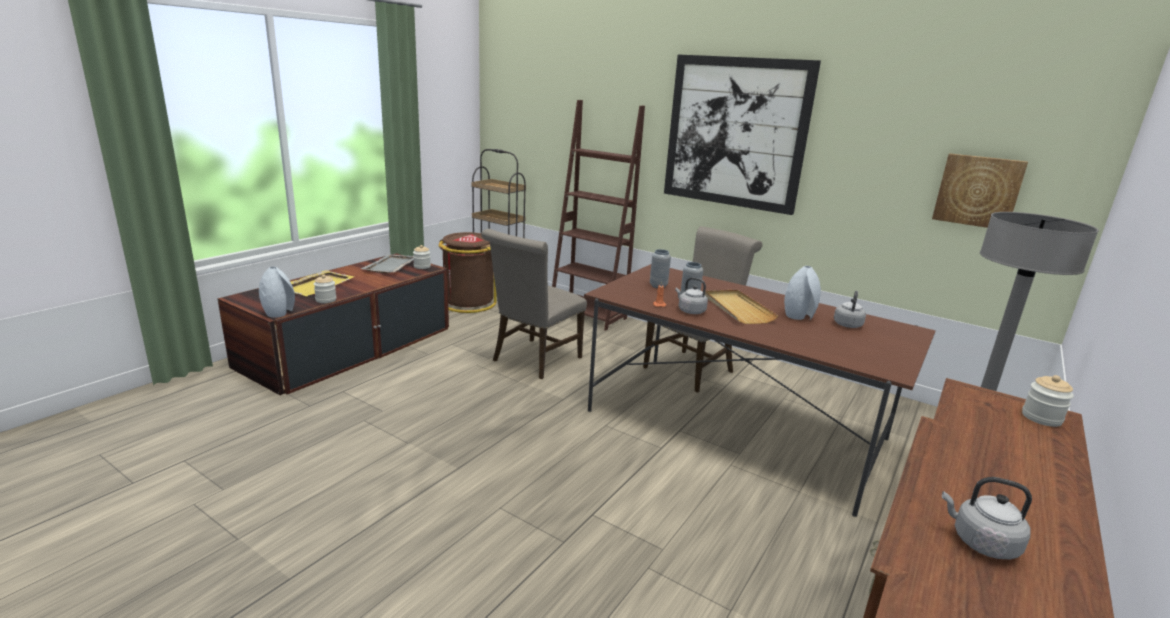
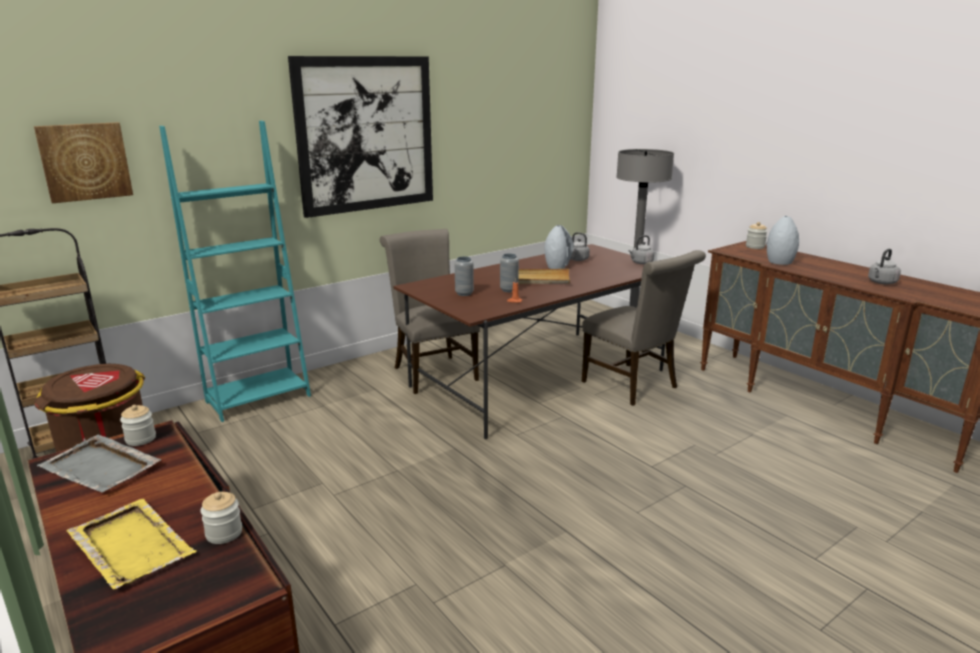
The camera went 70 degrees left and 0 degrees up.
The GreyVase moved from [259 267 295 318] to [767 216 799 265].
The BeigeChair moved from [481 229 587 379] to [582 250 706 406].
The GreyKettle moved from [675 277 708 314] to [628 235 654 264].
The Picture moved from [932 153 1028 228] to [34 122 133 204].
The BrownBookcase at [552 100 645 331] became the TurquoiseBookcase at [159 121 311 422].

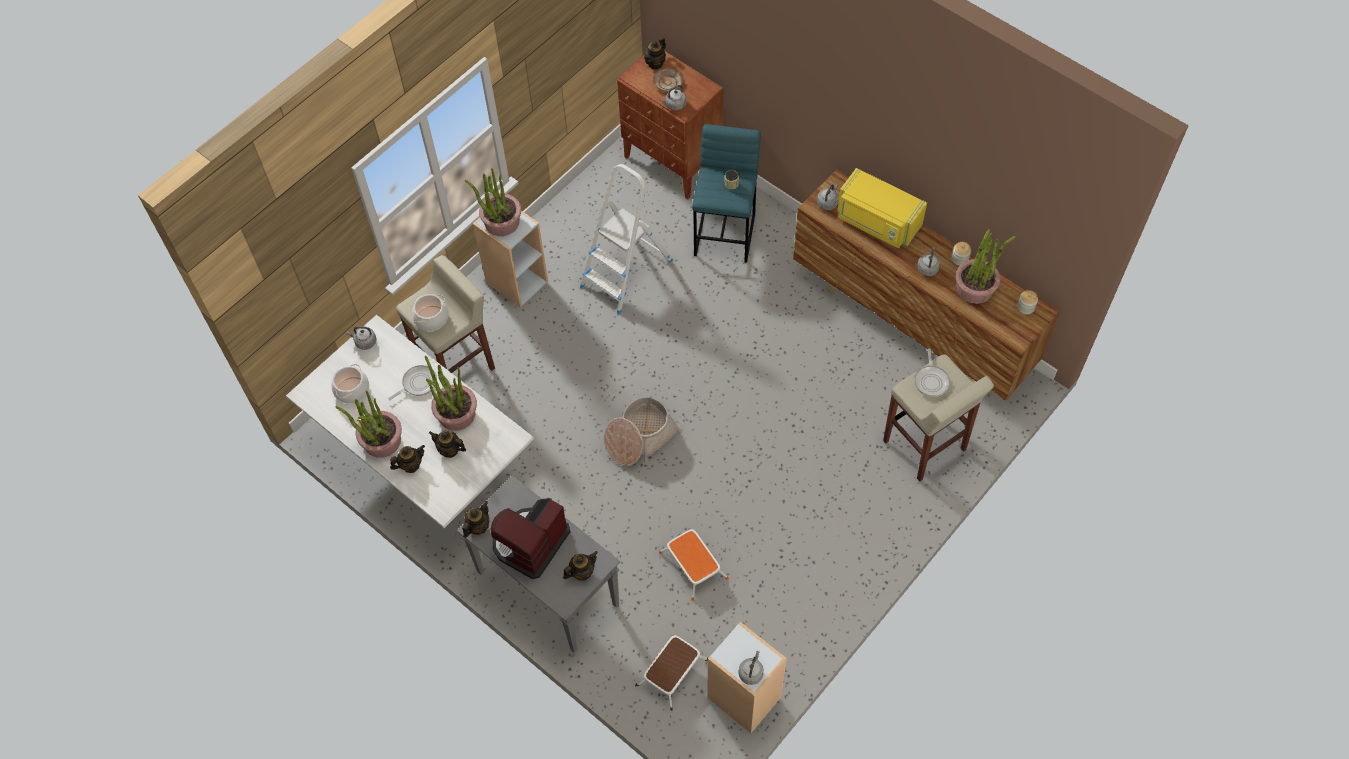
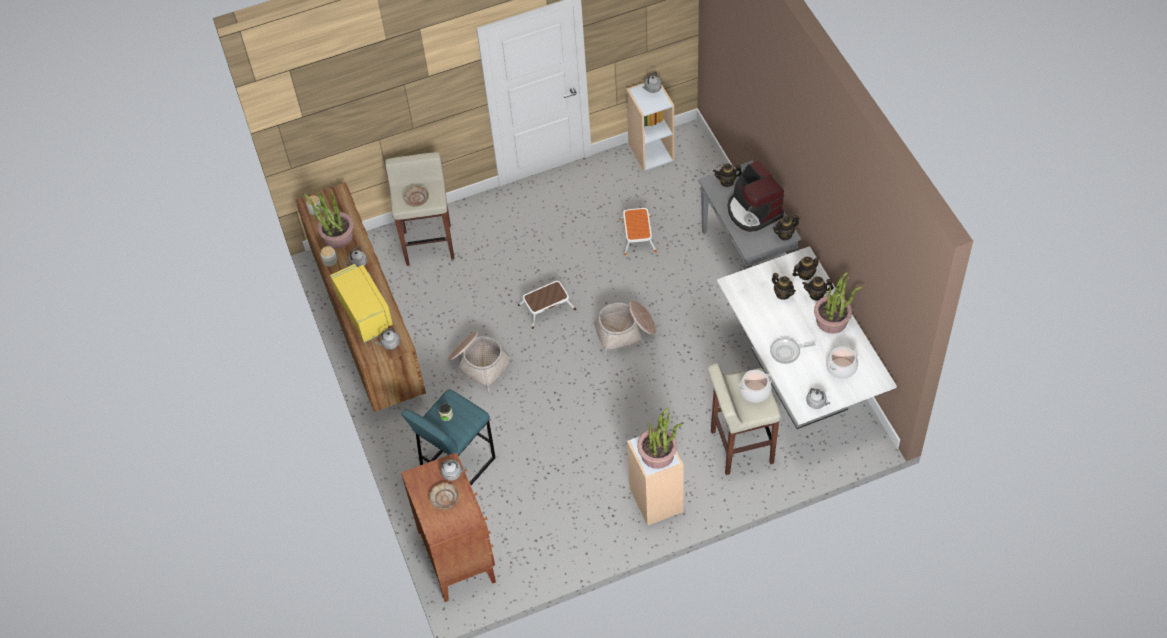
The camera went 150 degrees left and 5 degrees down.
The PottedPlant at [425 355 477 431] disappeared.
The WhiteStepLadder at [580 164 673 314] disappeared.
The Basket at [448 331 514 392] appeared.
The BrownStepLadder moved from [635 635 708 711] to [518 281 576 329].
The Teapot moved from [644 37 666 69] to [792 256 820 280].
The FryingPan at [915 349 950 397] was replaced by the BeigePlate at [403 186 429 207].
The CoffeeMachine at [491 498 570 579] turned 90 degrees clockwise.

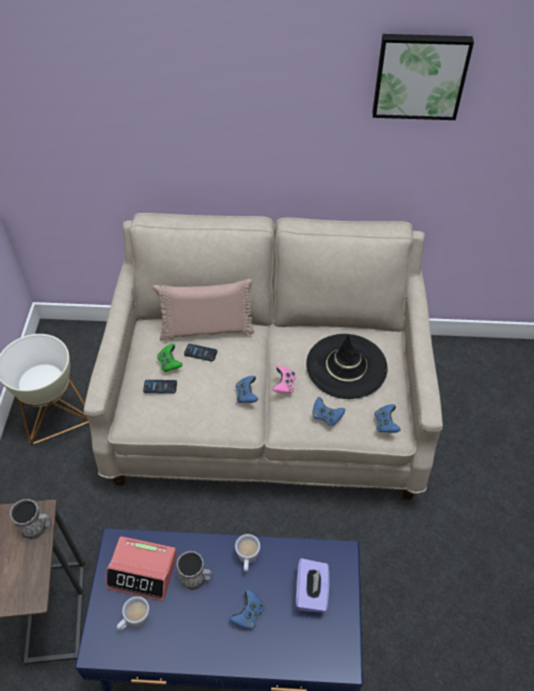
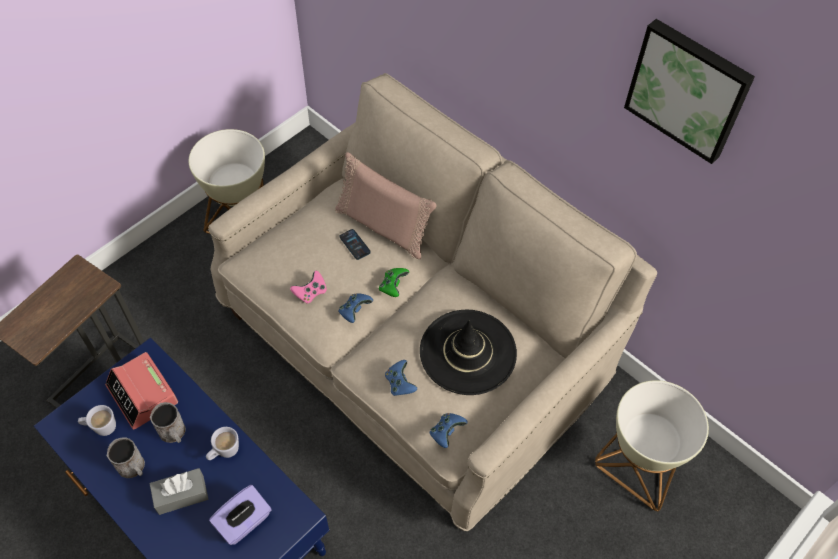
The camera went 40 degrees right and 5 degrees up.
The Phone at [143 380 177 394] disappeared.
The Planter at [595 380 709 512] appeared.
The GreyMug moved from [10 499 52 540] to [107 437 145 478].
The GreenGameController moved from [157 344 183 372] to [379 268 409 297].
The PinkGameController moved from [272 366 296 393] to [290 271 327 303].
The BlueGameController at [229 589 265 629] was replaced by the GreyTissueBox at [150 468 208 515].

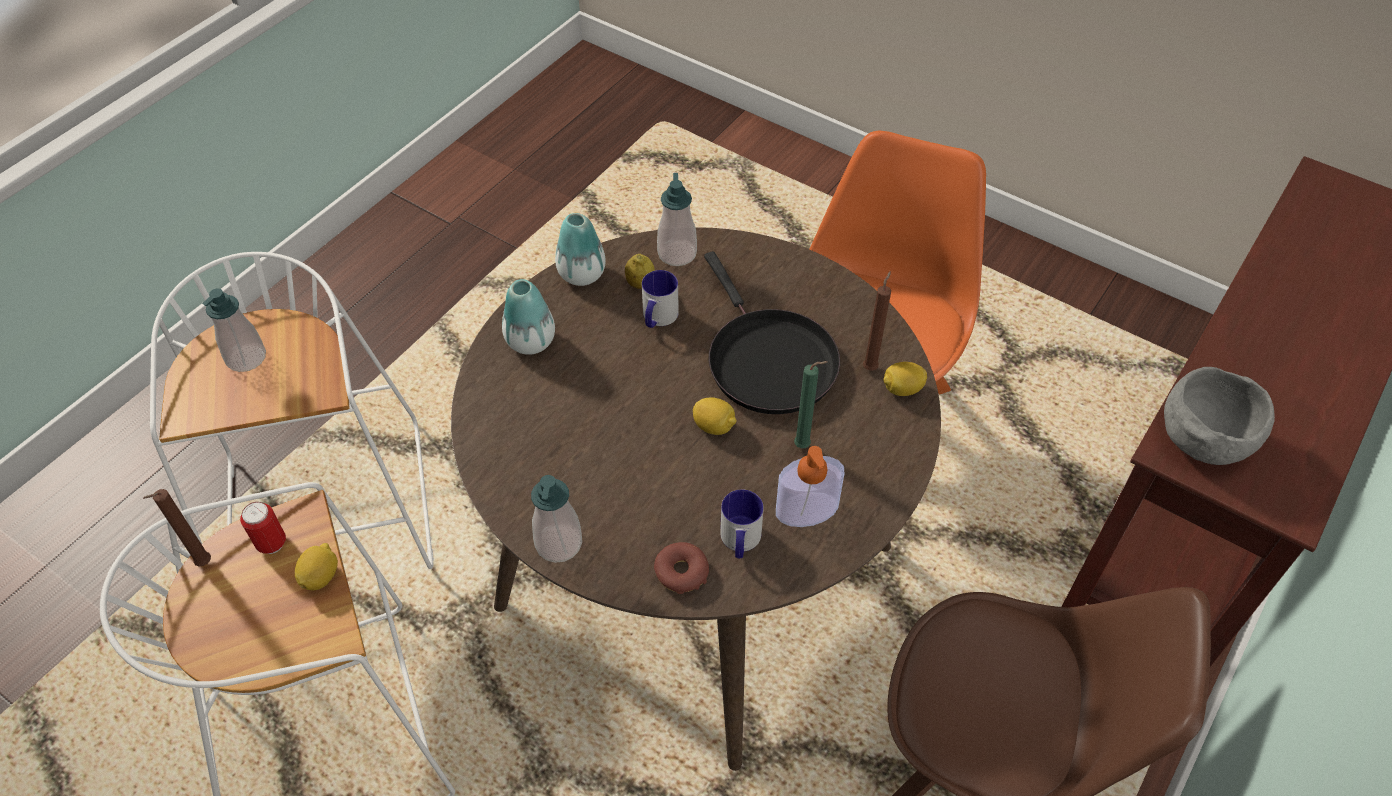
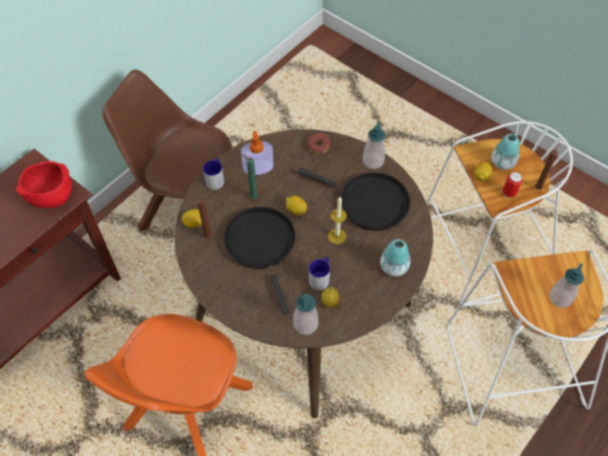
The camera went 175 degrees left and 5 degrees up.
The BlackFryingPan at [298 168 410 231] appeared.
The Candle at [328 197 347 244] appeared.
The Vase moved from [555 213 606 286] to [492 133 519 170].
The Mug moved from [720 489 764 558] to [203 159 225 190].
The GreyBowl at [1164 367 1275 465] became the RedBowl at [16 161 72 208].

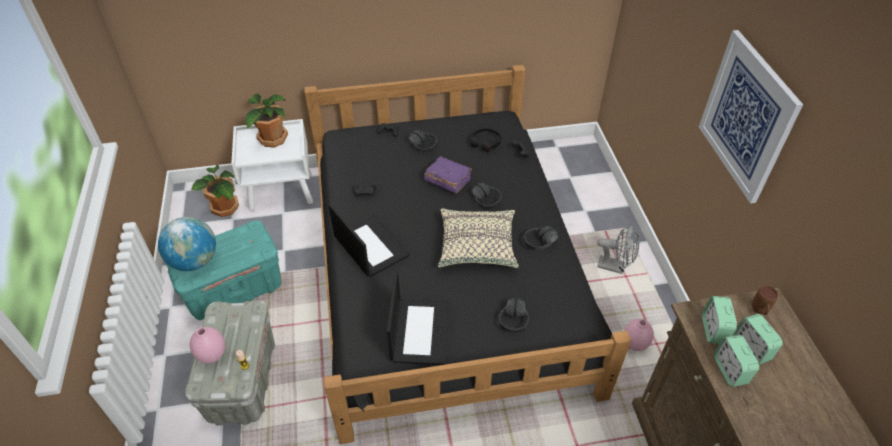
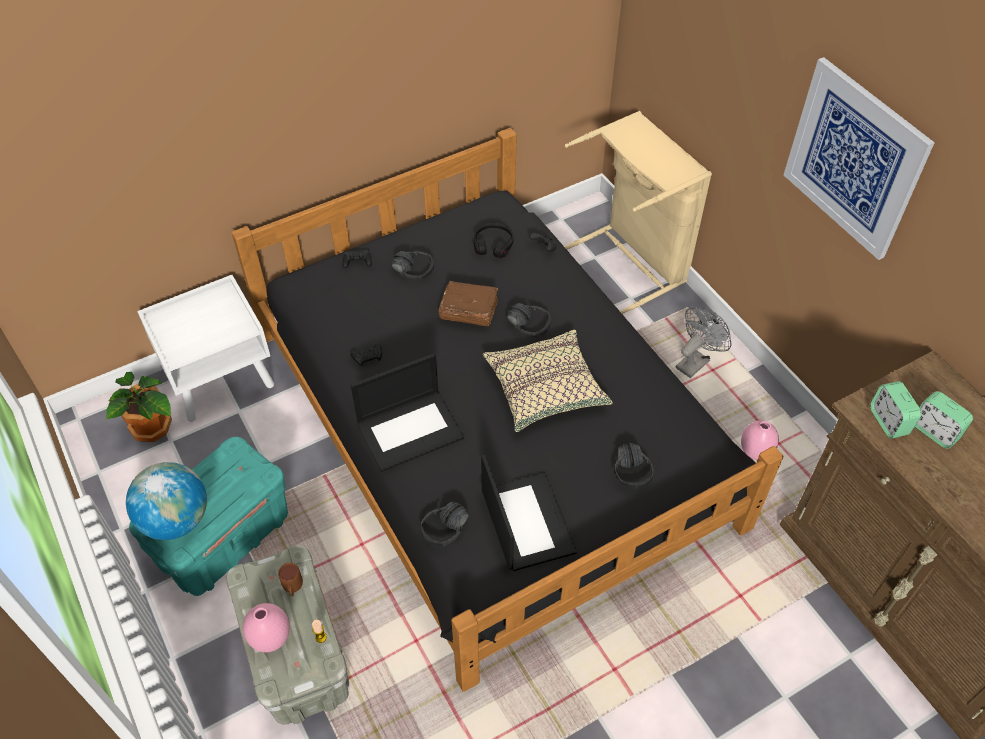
The camera went 20 degrees left and 5 degrees up.
The PottedPlant at [246 94 288 148] disappeared.
The AlarmClock at [714 335 759 387] disappeared.
The BeigeLaundryBasket at [565 111 712 314] appeared.
The BlackHeadphones moved from [523 226 558 250] to [420 502 469 546].
The BrownMug moved from [752 286 778 315] to [278 563 303 596].
The PurpleBook at [424 156 472 194] became the BrownBook at [438 281 498 326].
The Laptop at [329 204 409 277] turned 120 degrees clockwise.
The GreyFan at [597 224 639 274] turned 45 degrees counterclockwise.

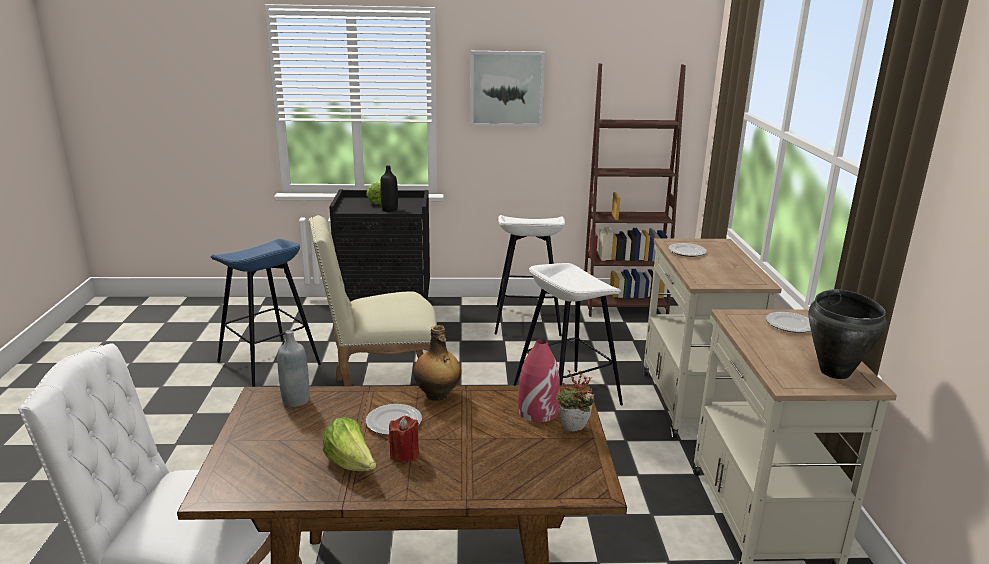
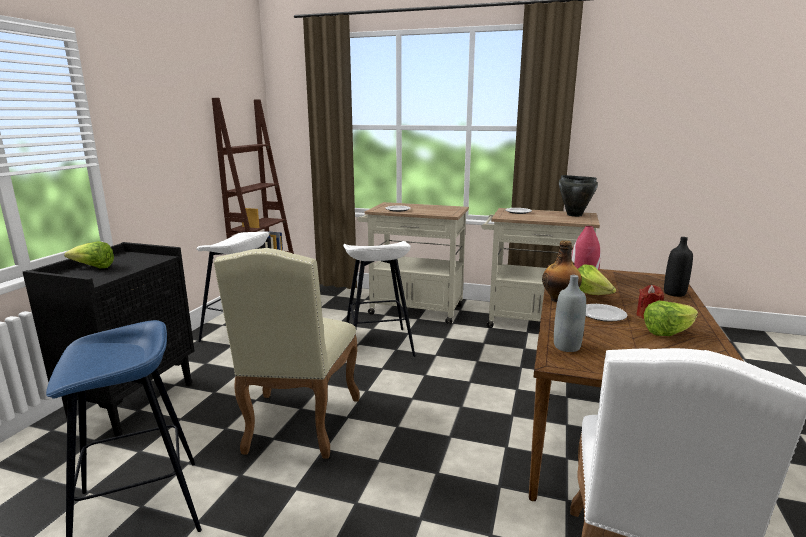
The camera went 70 degrees left and 5 degrees down.
The Picture at [470 51 545 127] disappeared.
The PottedPlant at [556 370 594 432] disappeared.
The Lettuce at [578 264 616 295] appeared.
The BlackBottle moved from [380 165 398 212] to [664 237 693 297].

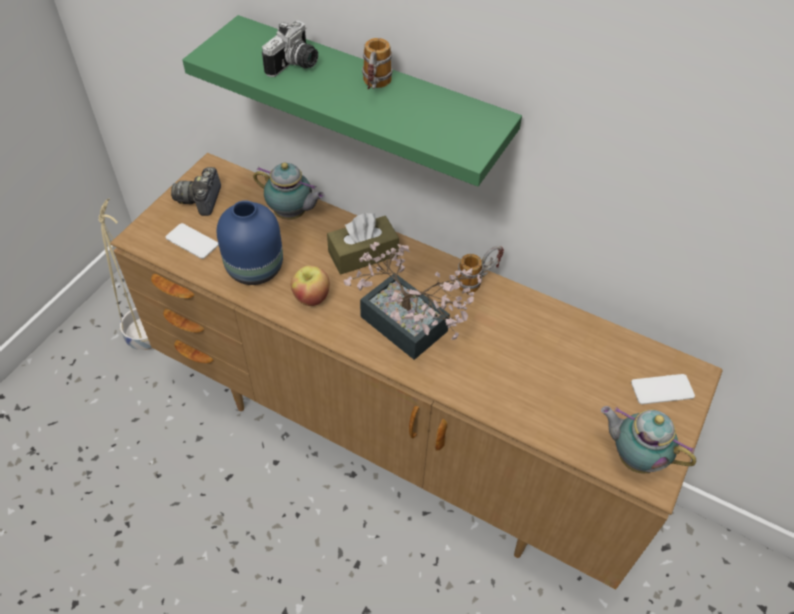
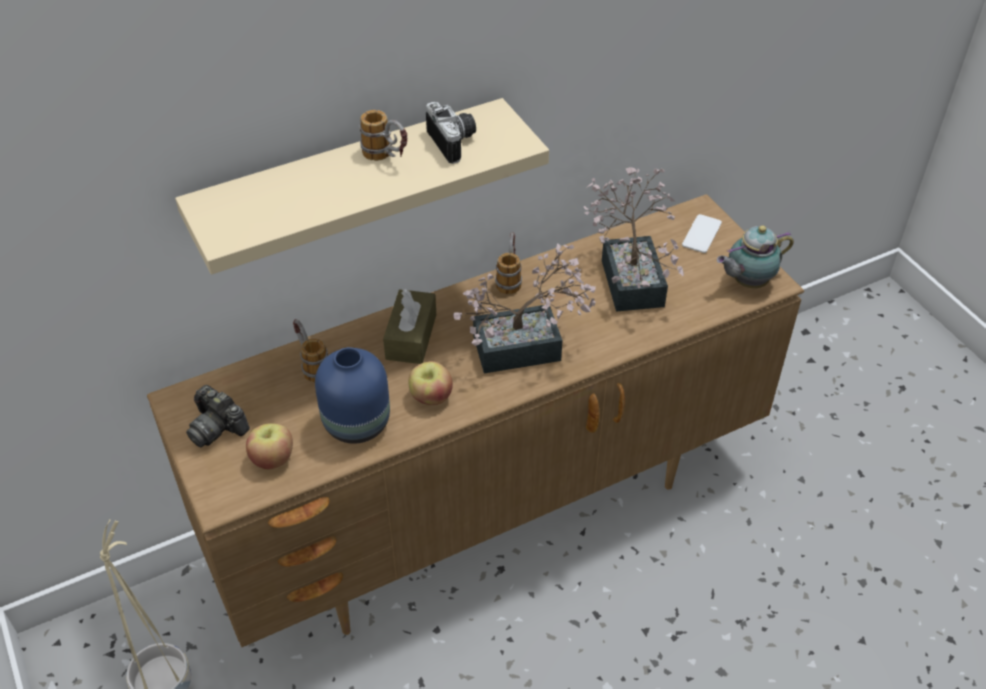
The camera went 55 degrees left and 5 degrees down.
The PottedPlant at [584 167 684 312] appeared.
The PhotoCamera moved from [262 21 318 77] to [426 102 476 164].
The Phone at [166 223 219 259] was replaced by the Apple at [246 424 293 470].
The Teapot at [253 162 325 220] was replaced by the Mug at [293 319 328 382].
The GreenShelf at [183 15 522 187] became the BeigeShelf at [175 98 549 275].

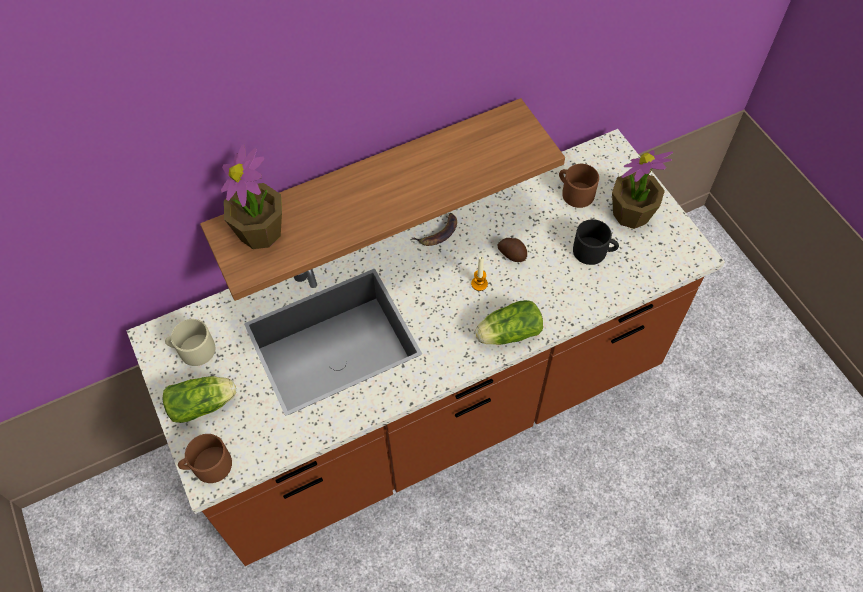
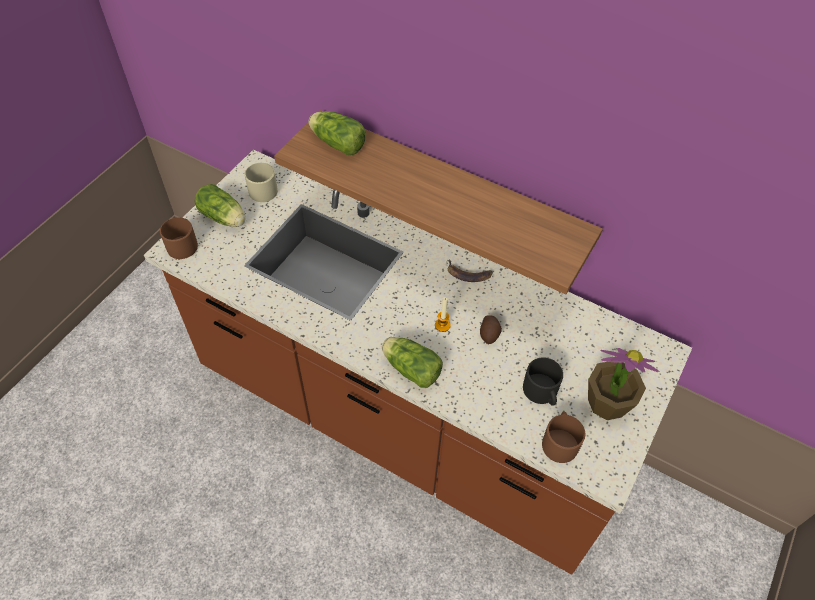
The camera went 55 degrees right and 5 degrees down.
The BrownMug moved from [559 164 599 208] to [542 412 585 463].
The PottedPlant at [221 144 282 249] was replaced by the Lettuce at [308 111 366 155].

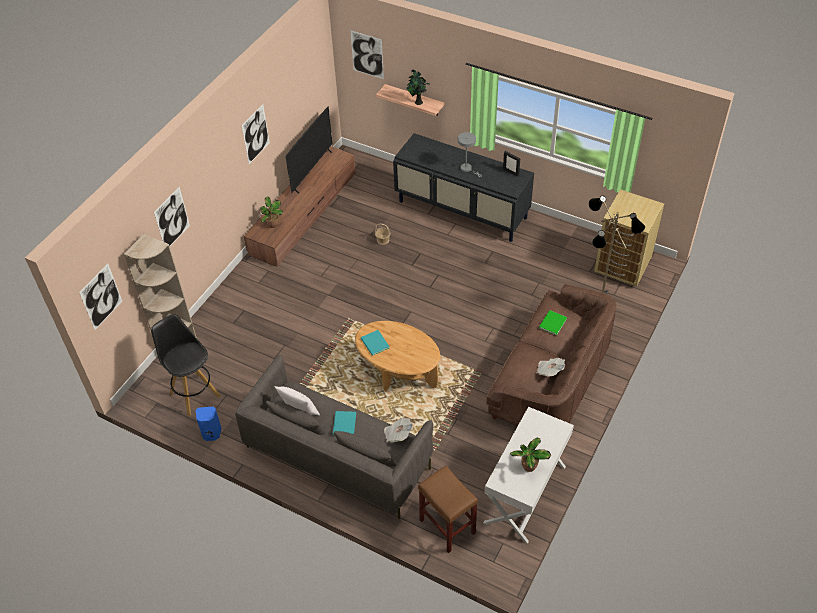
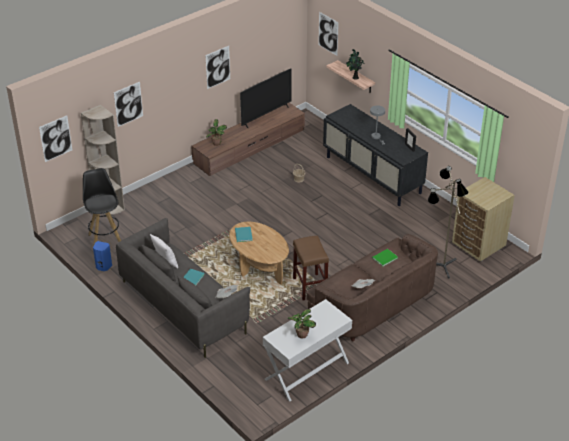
The camera went 20 degrees right and 10 degrees down.
The BrownStool moved from [418 466 478 553] to [293 236 329 300].

